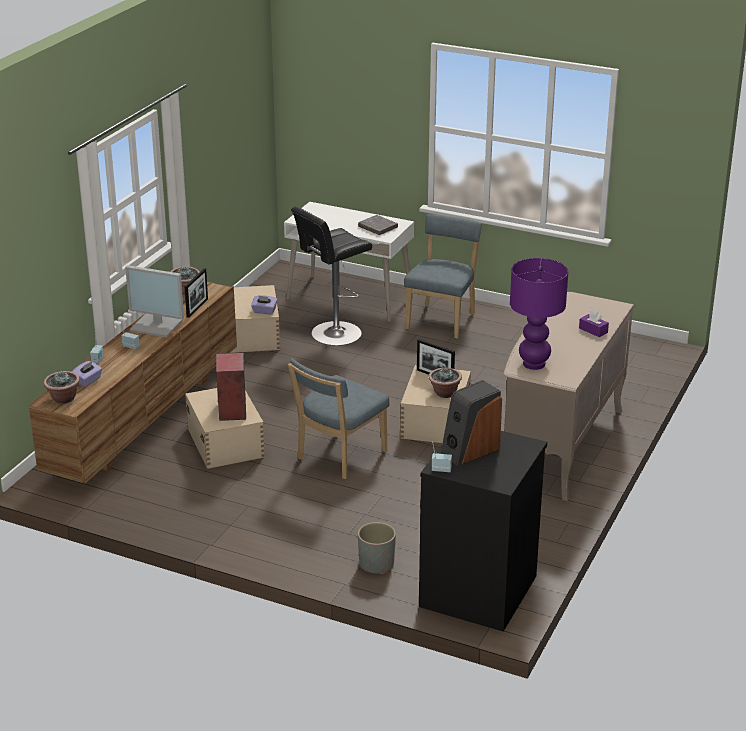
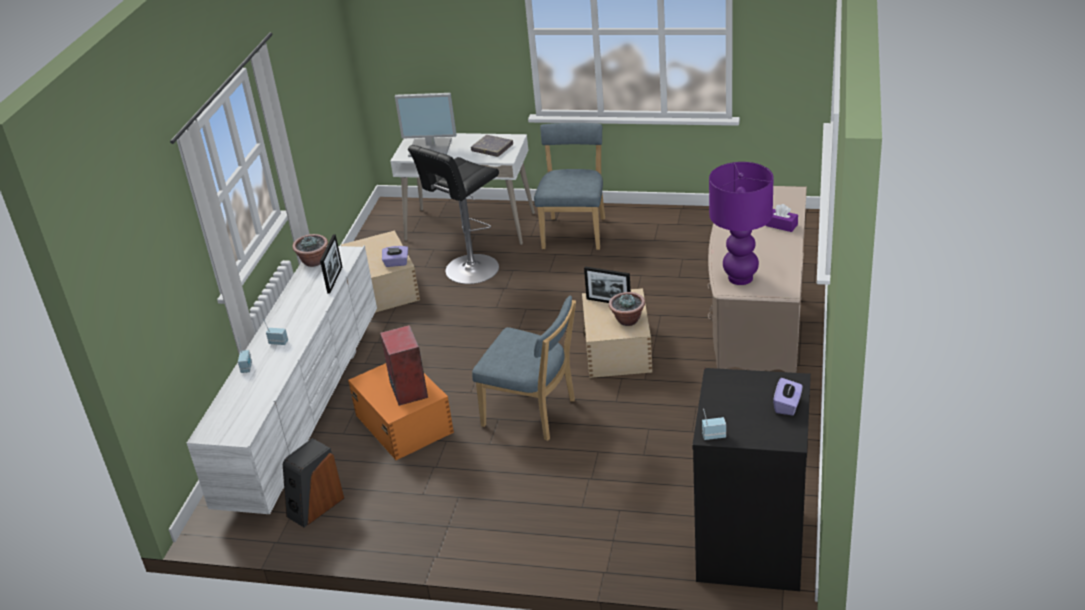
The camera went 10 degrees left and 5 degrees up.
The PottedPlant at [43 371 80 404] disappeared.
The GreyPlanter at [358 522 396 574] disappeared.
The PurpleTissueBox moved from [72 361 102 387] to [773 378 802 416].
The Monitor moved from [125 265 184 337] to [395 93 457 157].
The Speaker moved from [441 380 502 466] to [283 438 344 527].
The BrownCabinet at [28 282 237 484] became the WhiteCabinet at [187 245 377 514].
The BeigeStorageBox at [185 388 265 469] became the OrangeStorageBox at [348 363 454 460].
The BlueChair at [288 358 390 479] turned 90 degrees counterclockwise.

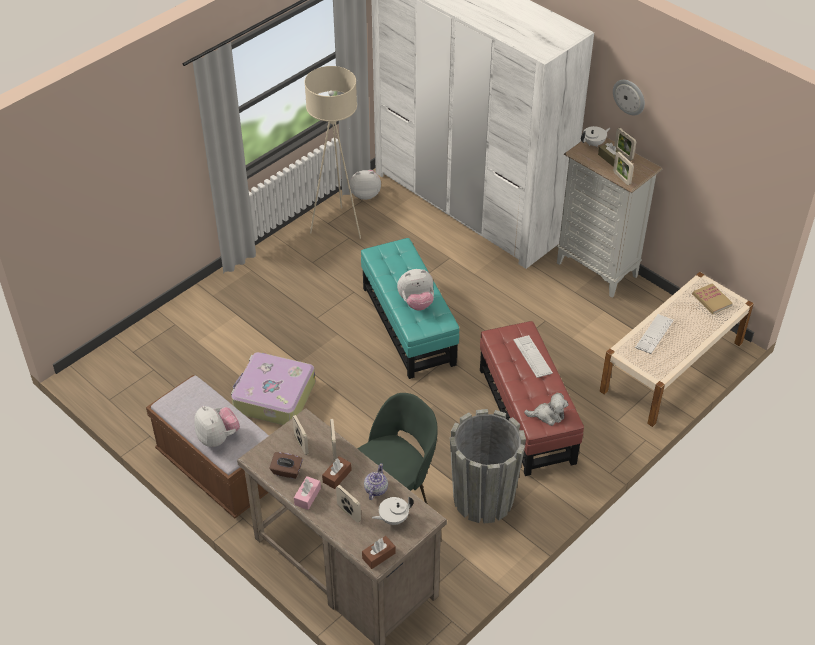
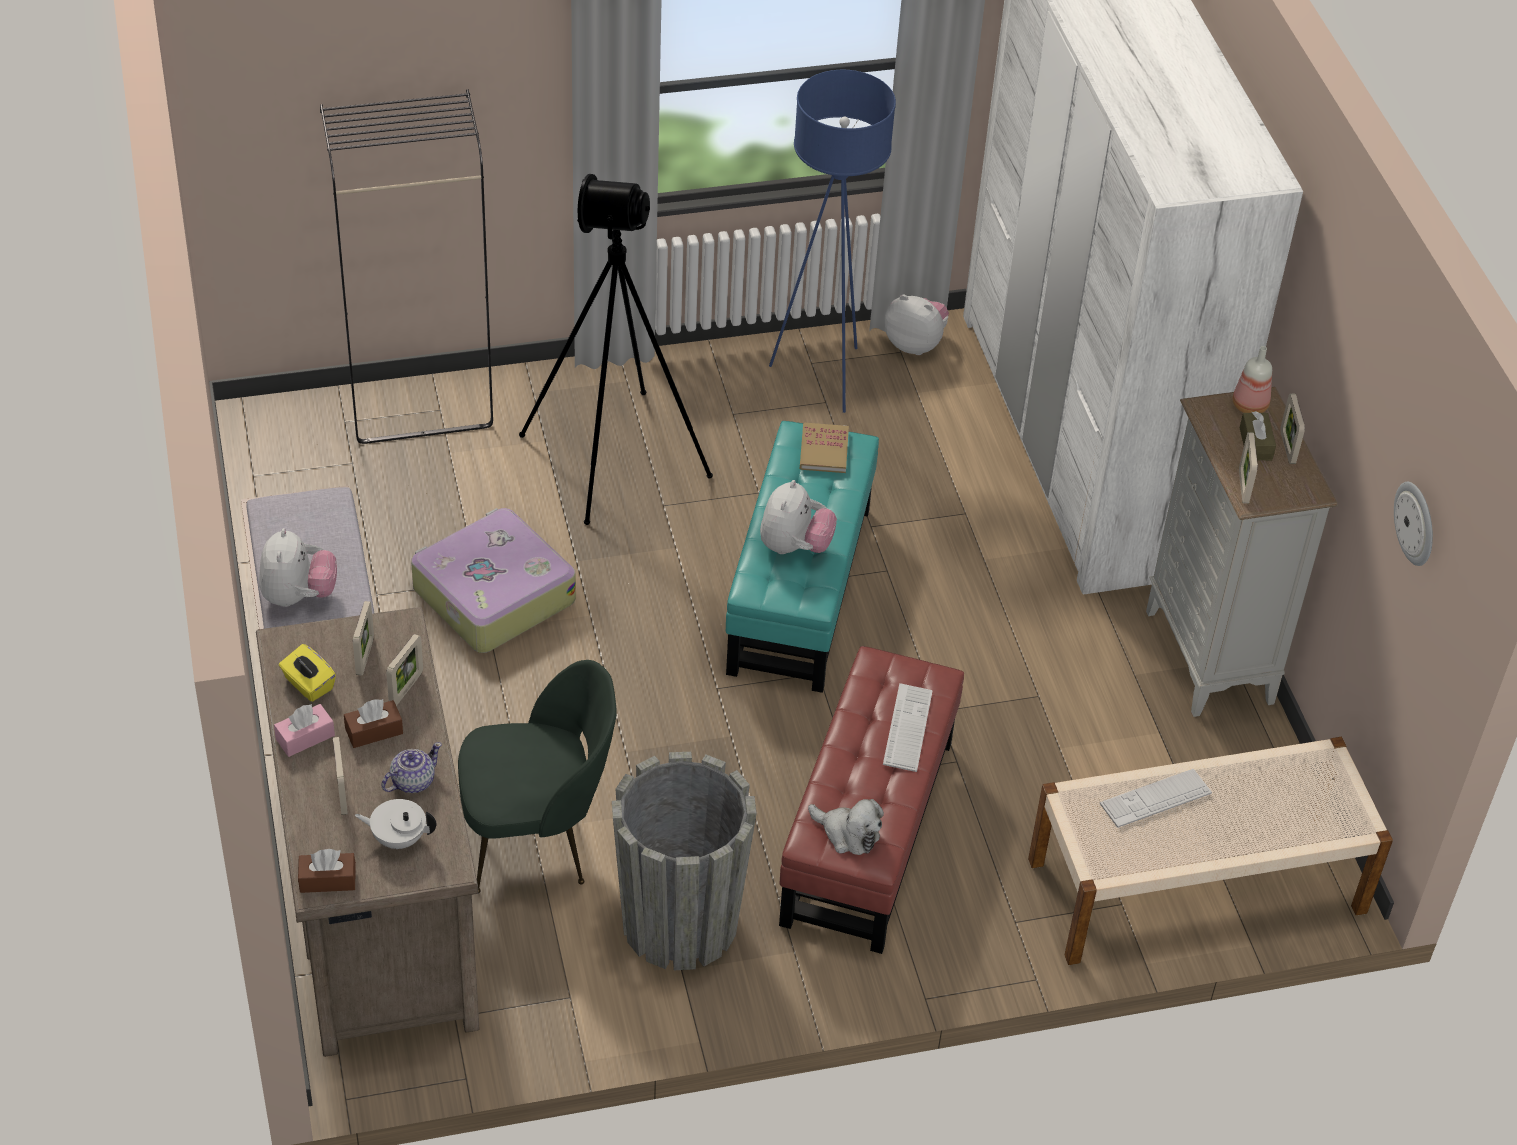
The camera went 30 degrees right and 0 degrees up.
The BlackClothesRack at [320 89 493 444] appeared.
The BlackFloorLamp at [519 174 713 525] appeared.
The WallClock moved from [613 80 645 115] to [1394 482 1433 566].
The Book moved from [692 283 733 314] to [800 423 849 473].
The WhiteTeapot at [581 126 610 147] was replaced by the Bottle at [1232 346 1272 413].
The BrownTissueBox at [270 452 303 479] became the YellowTissueBox at [279 644 336 702].
The BeigeFloorLamp at [304 66 361 239] became the BlueFloorLamp at [769 70 896 413].
The PlushToy at [397 269 434 311] turned 90 degrees counterclockwise.

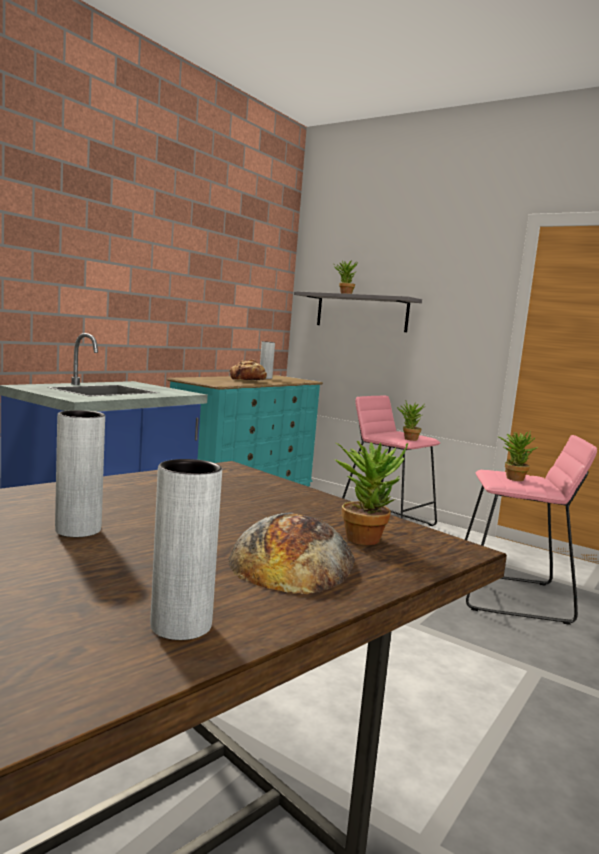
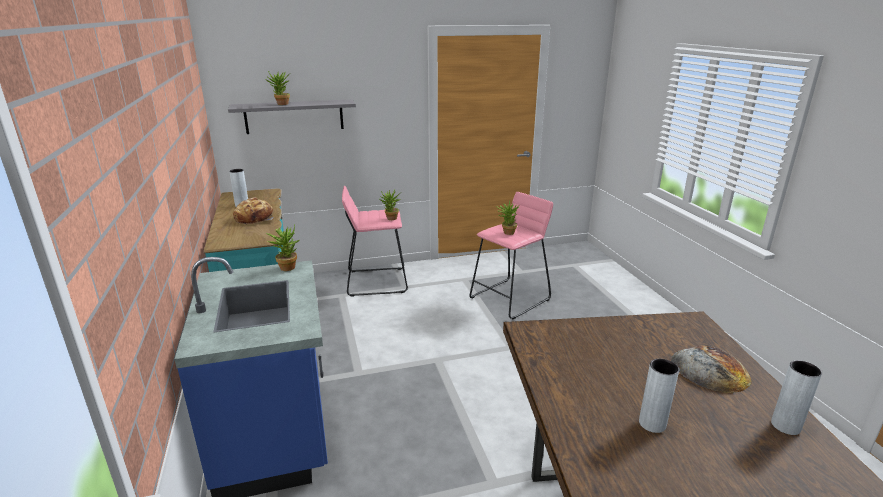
The camera went 50 degrees left and 15 degrees up.
The PottedPlant moved from [334 441 408 545] to [266 224 300 271].

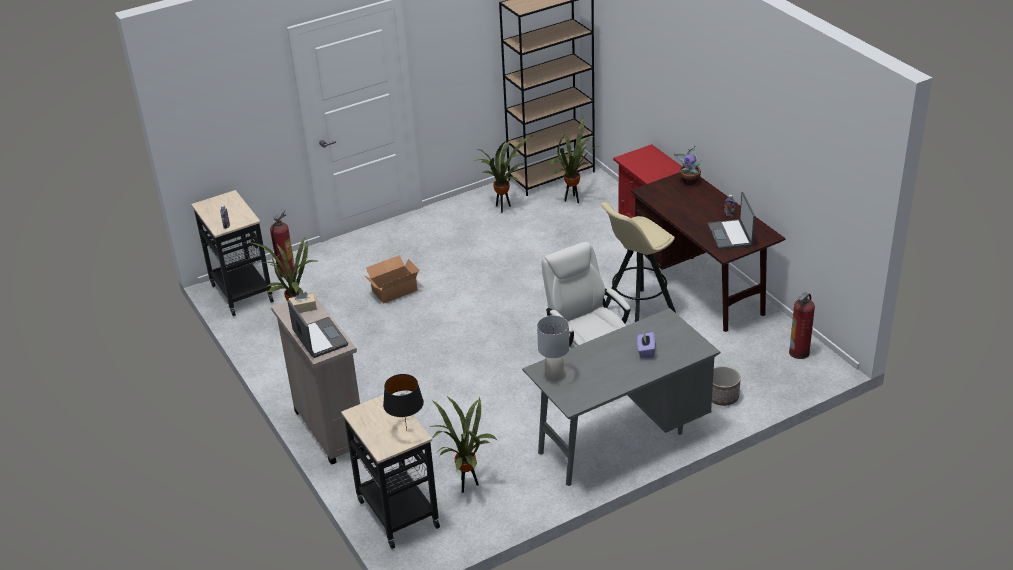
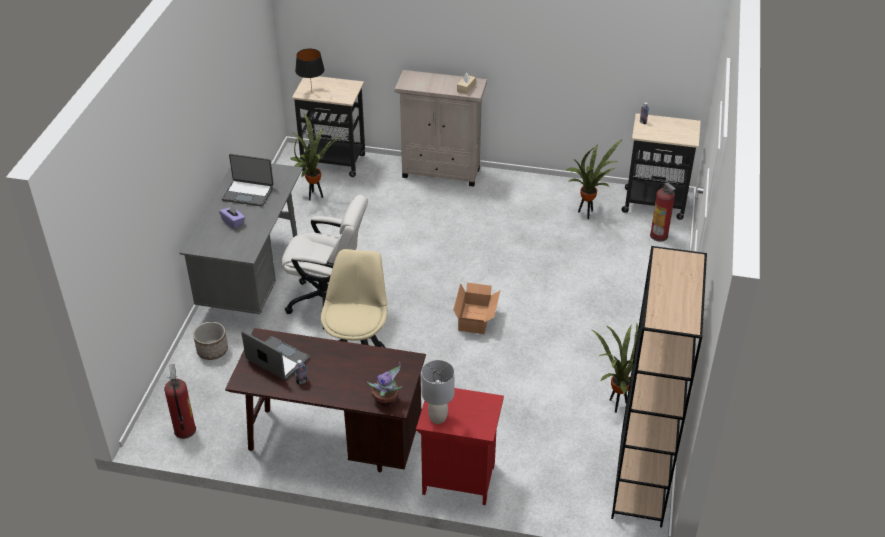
The camera went 130 degrees right and 5 degrees up.
The PottedPlant at [547 117 596 203] disappeared.
The Laptop moved from [287 300 348 358] to [222 154 274 207].
The CardboardBox moved from [365 255 420 304] to [453 283 500 334].
The GreyTableLamp moved from [537 315 569 381] to [421 360 455 424].

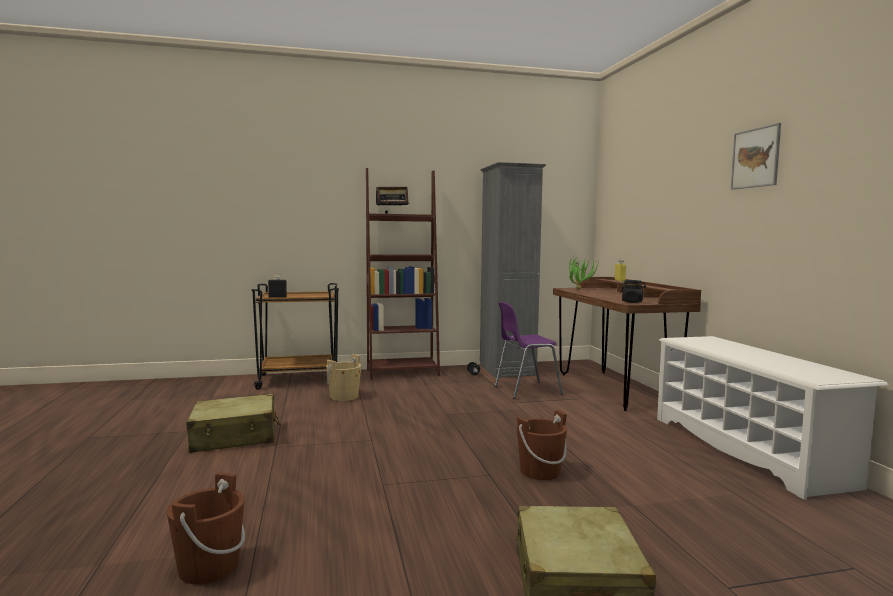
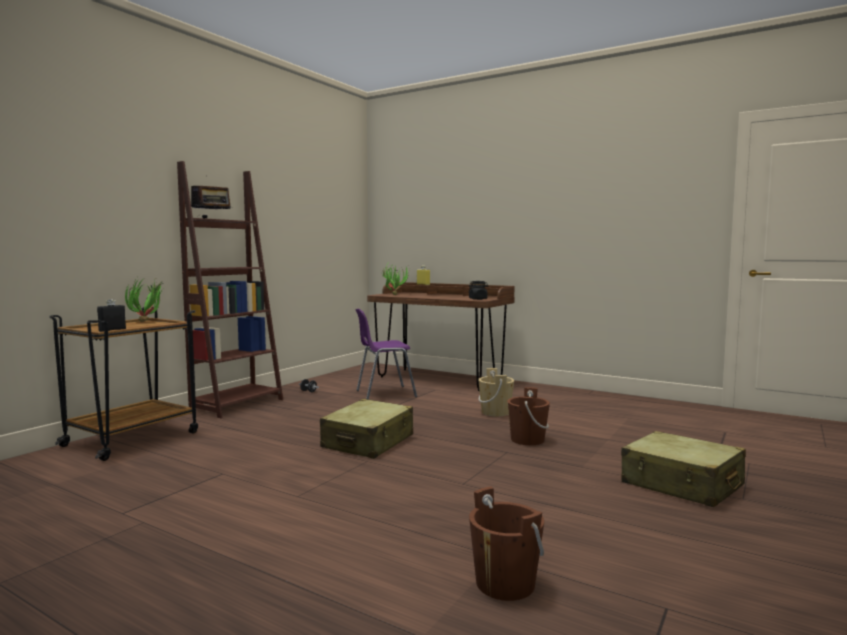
The camera went 45 degrees left and 0 degrees up.
The GreyCabinet at [480 162 546 378] disappeared.
The WhiteShoeRack at [657 336 889 500] disappeared.
The Picture at [731 123 781 190] disappeared.
The PottedPlant at [125 278 164 322] appeared.
The BeigeSuitcase moved from [187 394 280 453] to [320 399 413 459].
The BeigeBucket moved from [326 354 361 401] to [478 368 514 417].
The PurpleChair at [495 302 563 399] turned 45 degrees clockwise.

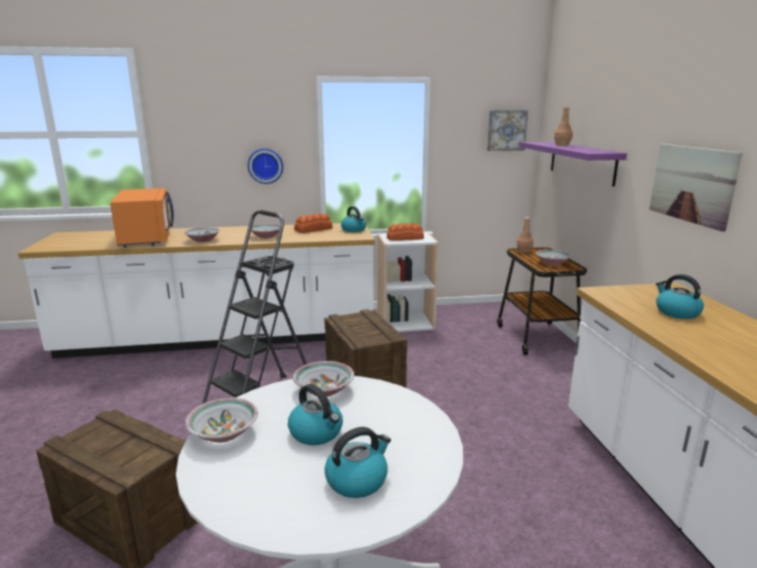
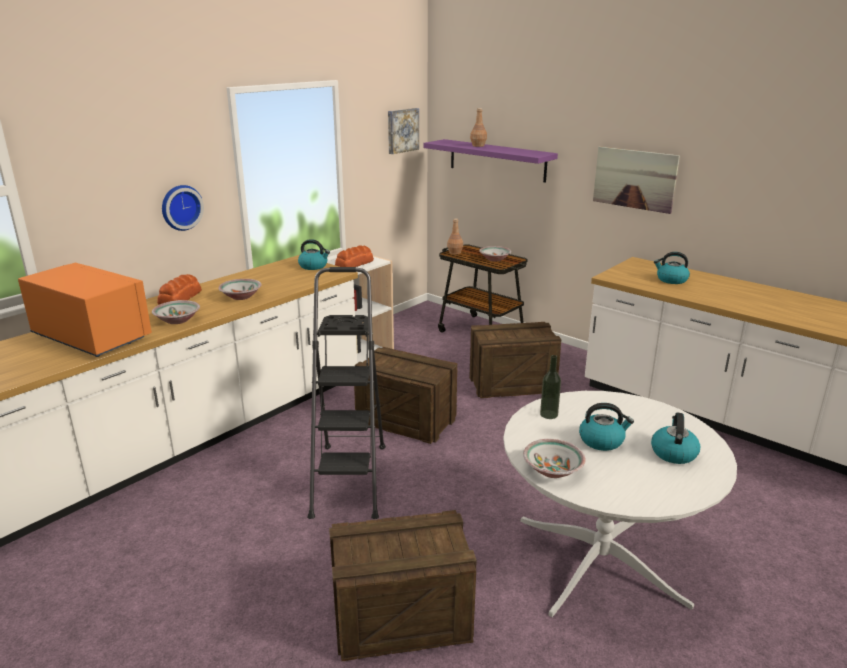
The camera went 40 degrees left and 5 degrees up.
The Crate at [469 322 561 398] appeared.
The Bread moved from [294 213 333 233] to [157 274 202 305].
The Bowl at [293 361 354 397] was replaced by the Bottle at [540 355 561 419].

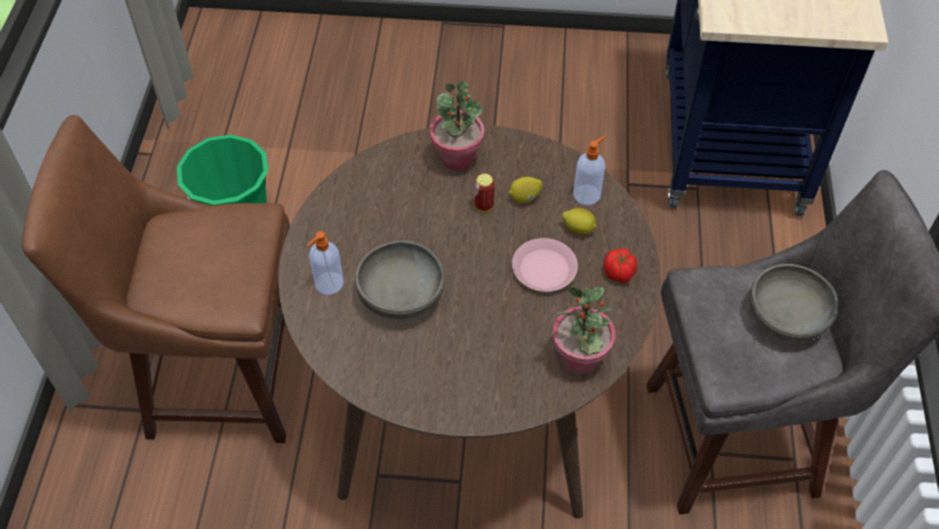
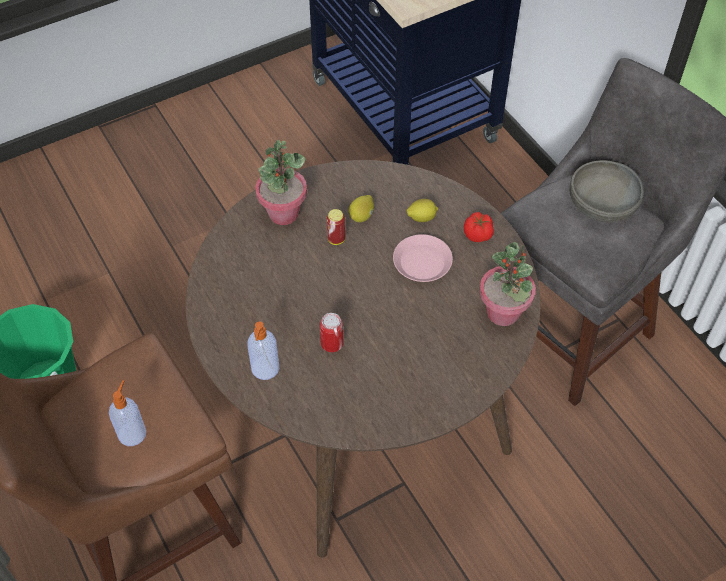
The camera went 35 degrees left and 0 degrees up.
The SoapDispenser moved from [573 136 606 205] to [109 380 146 446].
The GreyBowl at [355 240 445 320] was replaced by the Can at [320 313 344 352].

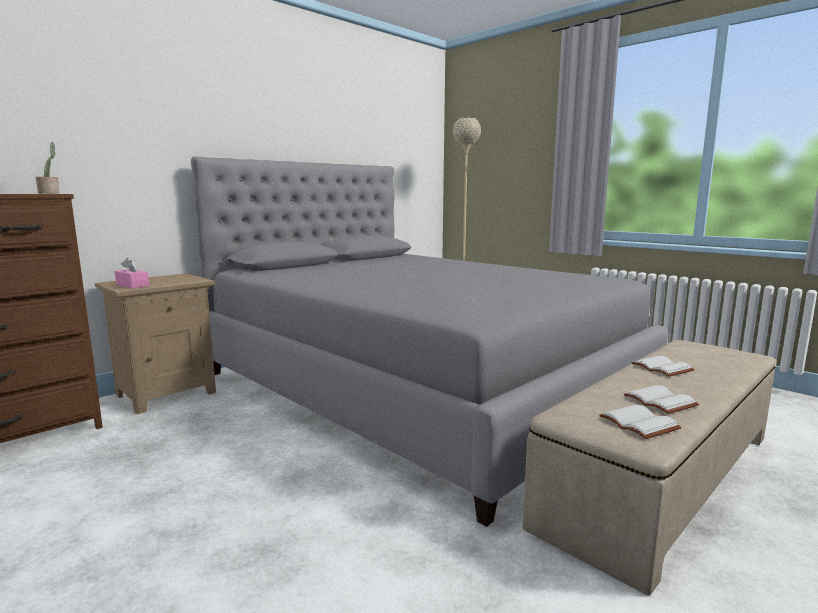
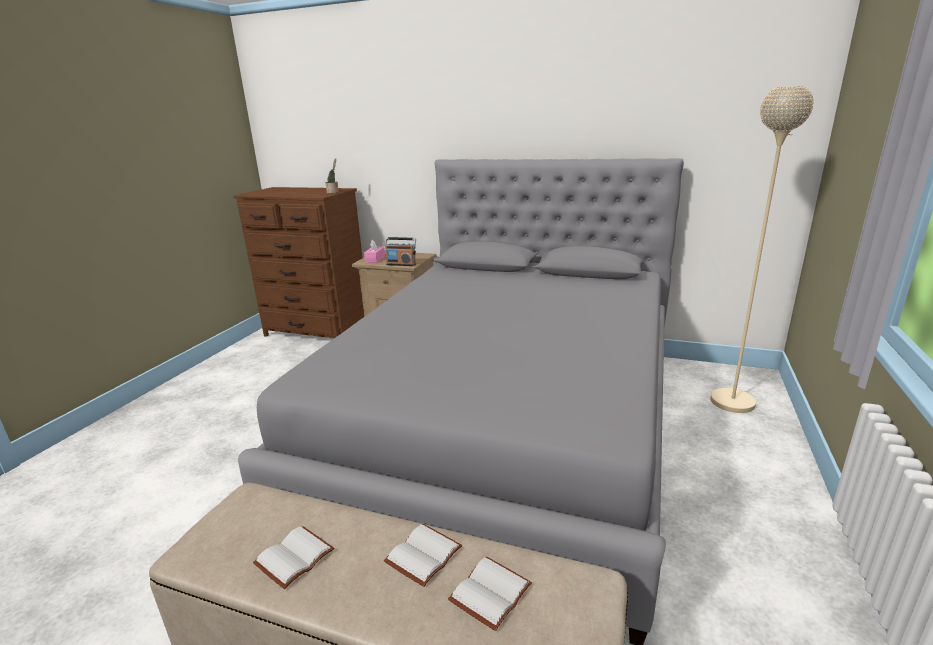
The camera went 65 degrees right and 10 degrees up.
The Radio at [385 237 416 266] appeared.
The WhiteBook moved from [599 405 682 439] to [448 556 532 631].

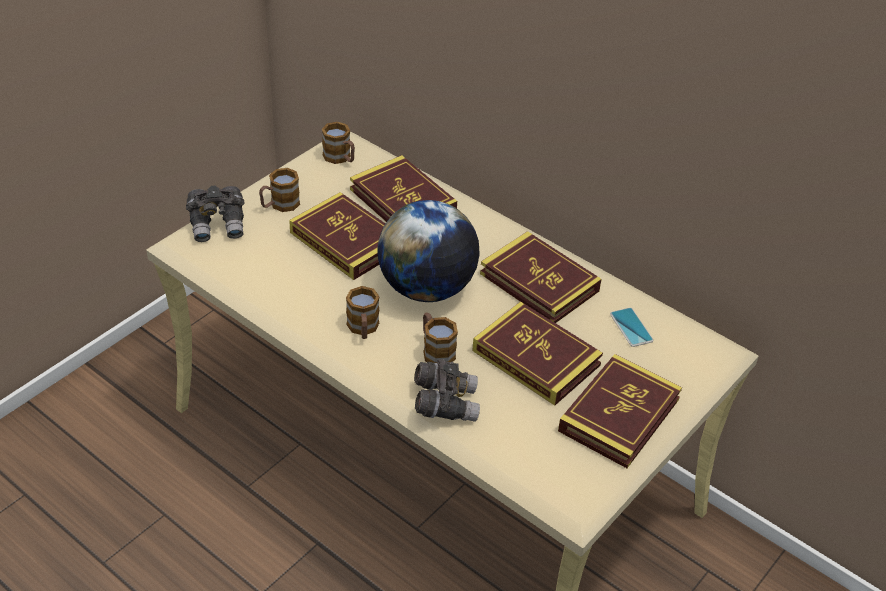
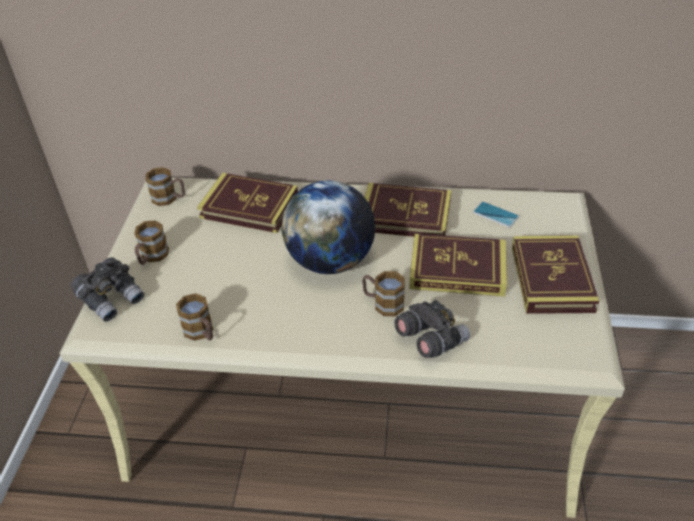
The camera went 30 degrees left and 0 degrees up.
The Book at [289 192 385 280] disappeared.
The Mug moved from [346 286 380 339] to [176 293 213 341].

